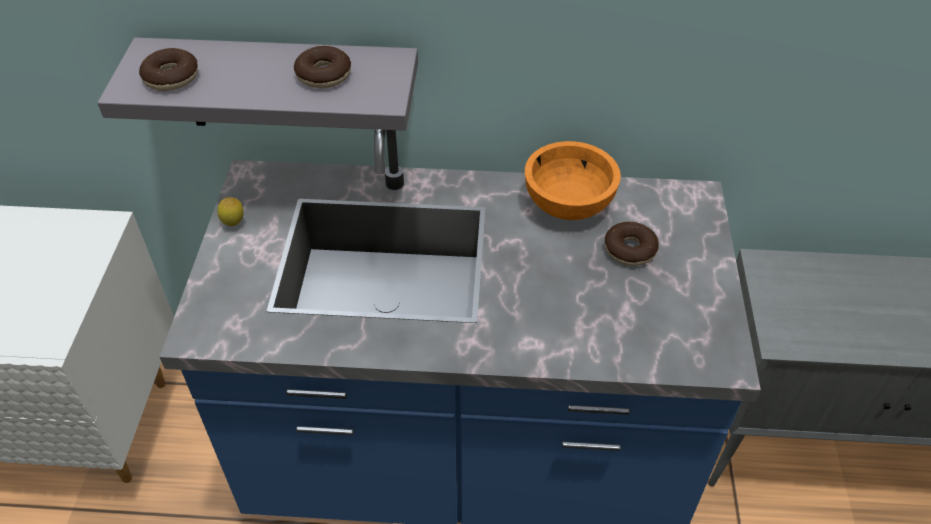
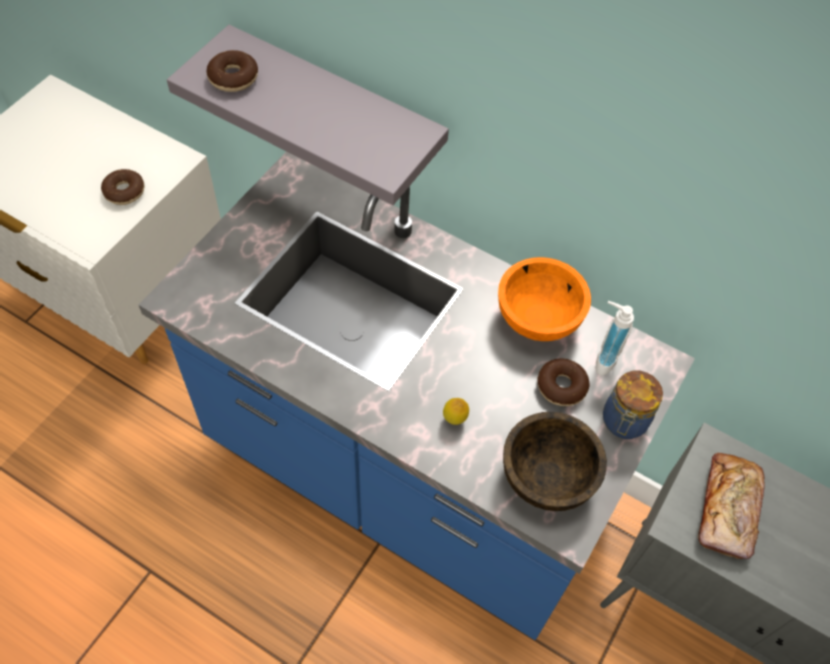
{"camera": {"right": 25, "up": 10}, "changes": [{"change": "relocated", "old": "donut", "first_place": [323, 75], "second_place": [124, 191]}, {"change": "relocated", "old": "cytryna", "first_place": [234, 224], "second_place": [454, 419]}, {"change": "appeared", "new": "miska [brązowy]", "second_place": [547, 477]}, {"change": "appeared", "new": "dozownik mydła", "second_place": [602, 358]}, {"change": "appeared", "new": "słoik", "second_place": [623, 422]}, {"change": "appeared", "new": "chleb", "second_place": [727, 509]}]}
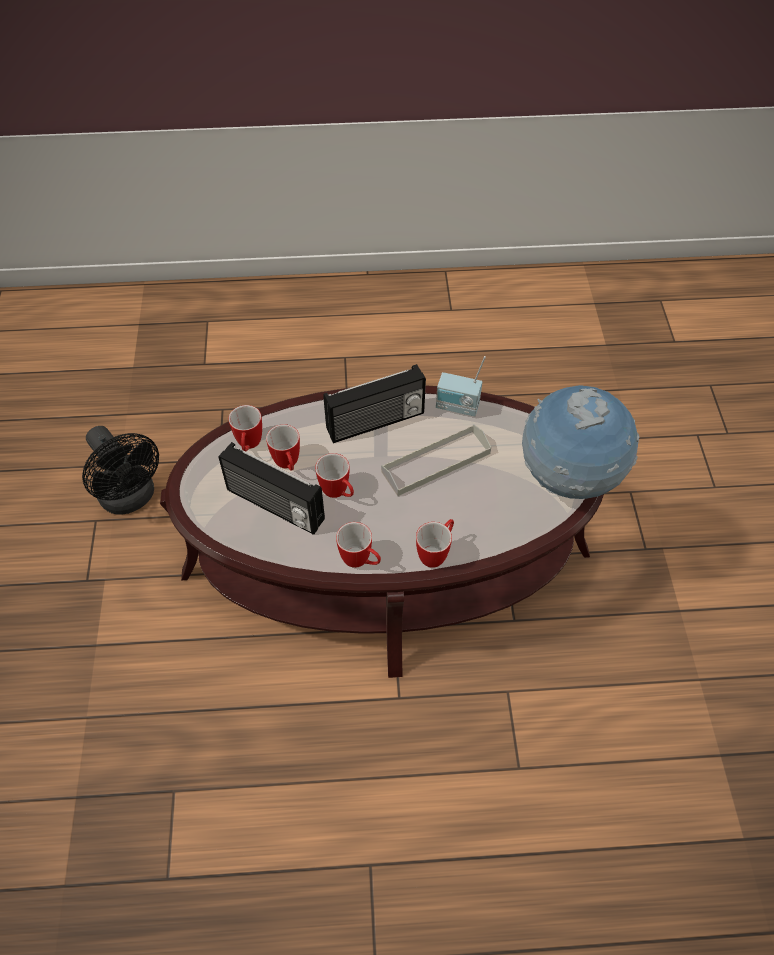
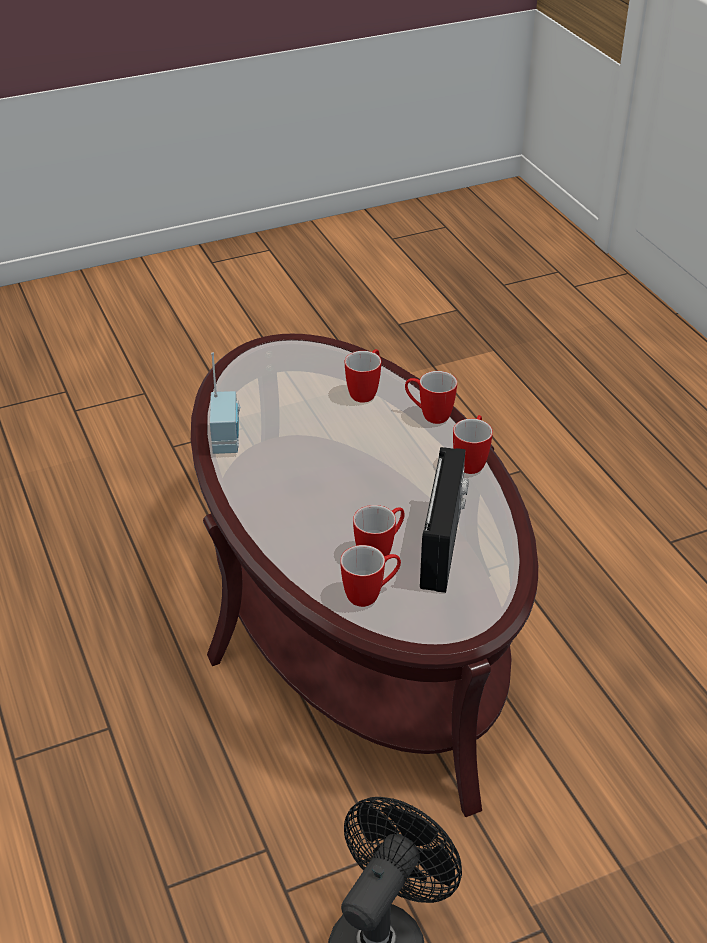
{"camera": {"right": -110, "up": -15}, "changes": [{"change": "relocated", "old": "kubek", "first_place": [338, 493], "second_place": [366, 391]}, {"change": "missing", "old": "radio", "first_place": [376, 423]}, {"change": "missing", "old": "taca [szary]", "first_place": [436, 462]}, {"change": "missing", "old": "globus", "first_place": [568, 478]}]}
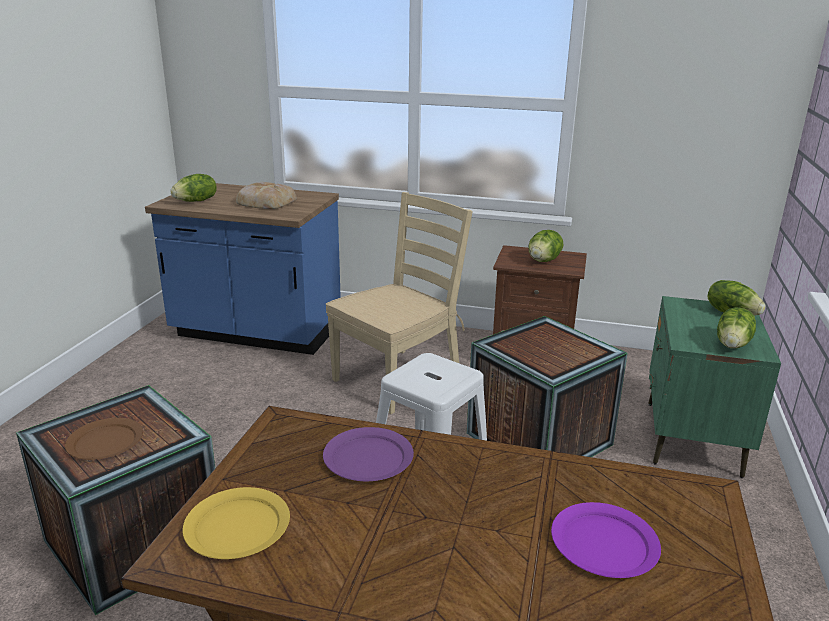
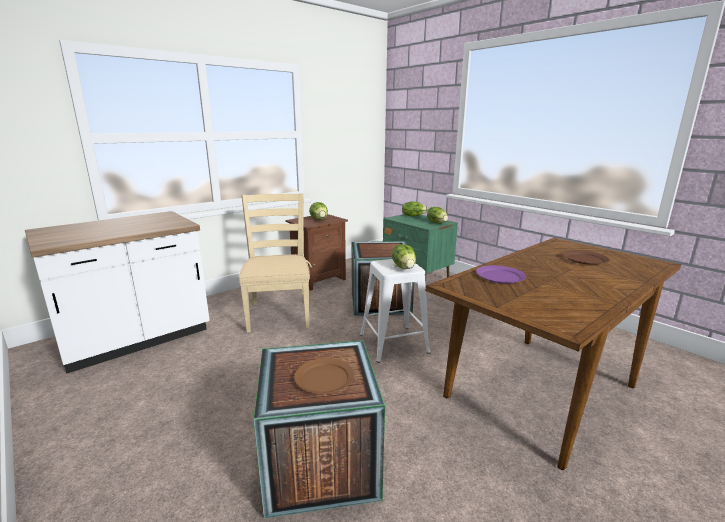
{"camera": {"right": -55, "up": -5}, "changes": [{"change": "colour", "old": "zabudowa kuchenna [niebieski]", "new": "zabudowa kuchenna [biały]", "first_place": [256, 333], "second_place": [137, 339]}, {"change": "relocated", "old": "sałata", "first_place": [196, 201], "second_place": [404, 267]}, {"change": "colour", "old": "talerz [fioletowy]", "new": "talerz [brązowy]", "first_place": [604, 544], "second_place": [585, 259]}, {"change": "missing", "old": "talerz [żółty]", "first_place": [237, 527]}, {"change": "missing", "old": "chleb", "first_place": [266, 202]}]}
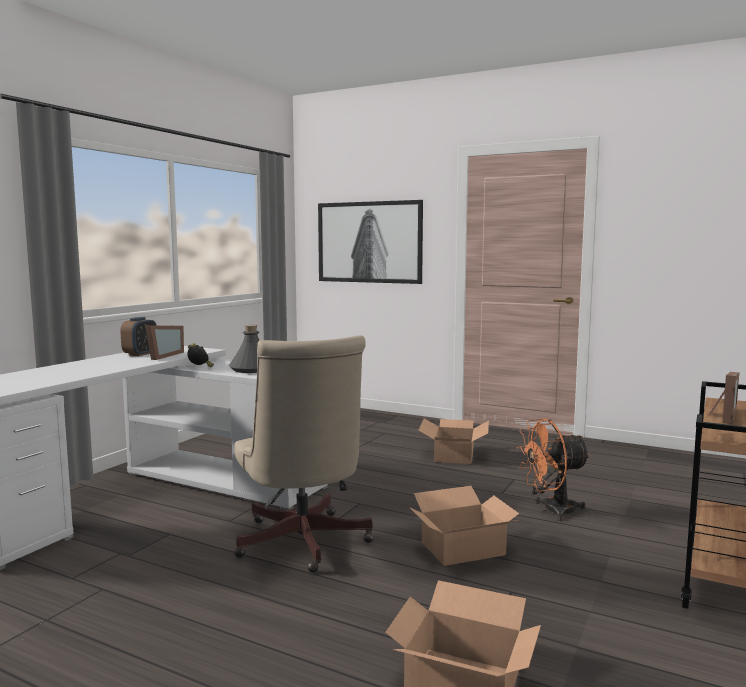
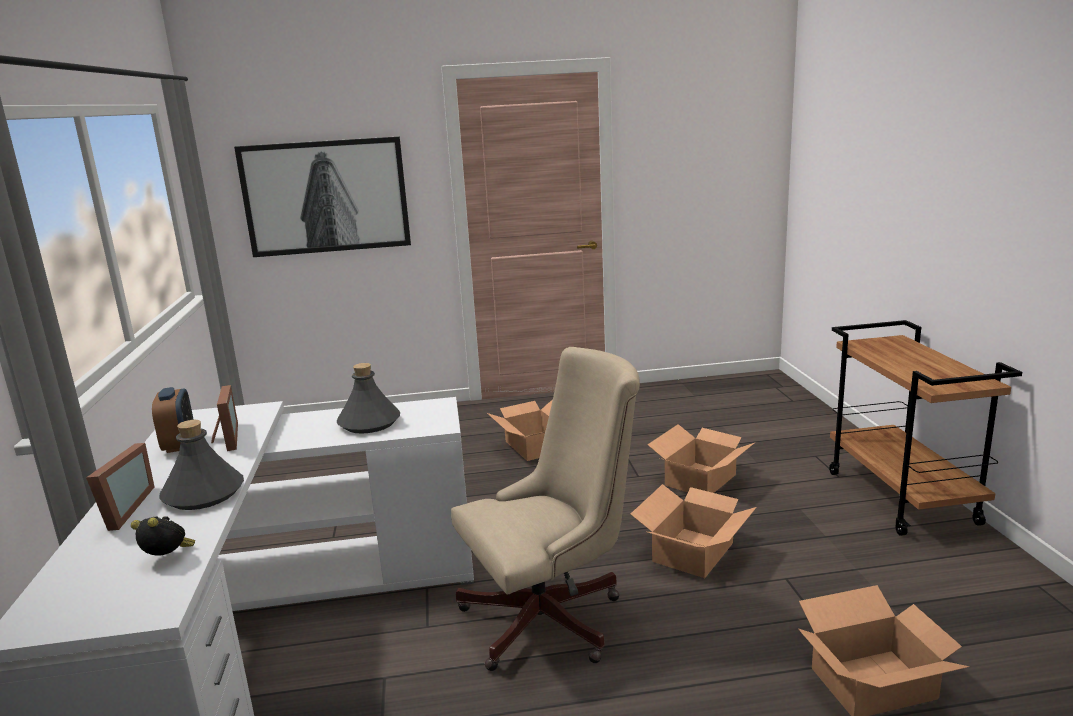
{"camera": {"right": -35, "up": 10}, "changes": [{"change": "relocated", "old": "ramka na zdjęcie", "first_place": [721, 415], "second_place": [120, 511]}, {"change": "relocated", "old": "budzik", "first_place": [200, 368], "second_place": [168, 558]}, {"change": "appeared", "new": "butelka [szary]", "second_place": [203, 494]}, {"change": "spun", "old": "krzesło biurowe [beżowy]", "first_place": [302, 545], "second_place": [553, 618], "degrees": -60}, {"change": "exchanged", "old": "wentylator [pomarańczowy]", "new": "karton", "first_place": [551, 510], "second_place": [701, 480]}]}
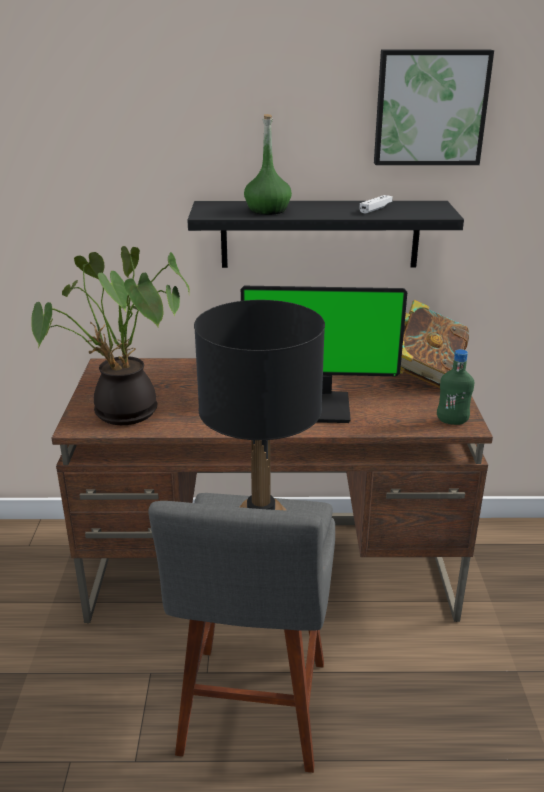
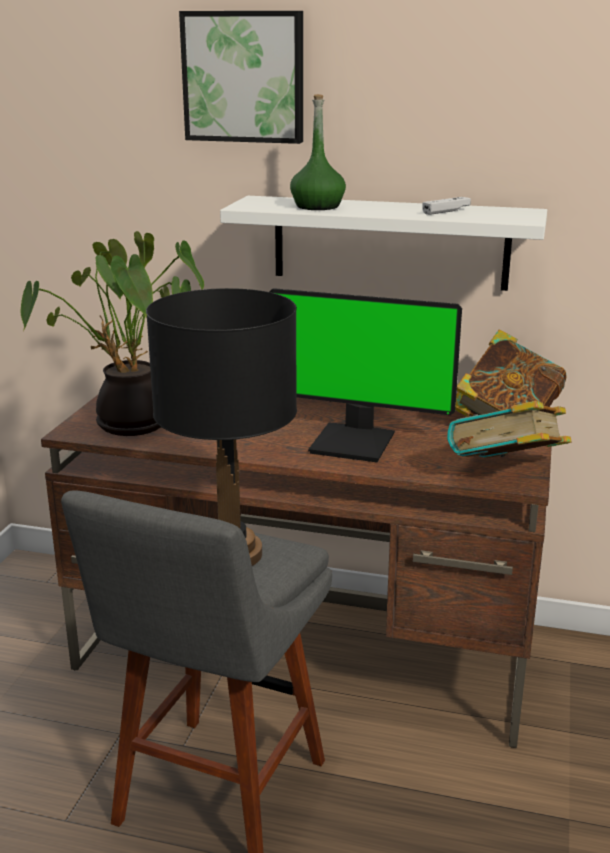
{"camera": {"right": 15, "up": -5}, "changes": [{"change": "relocated", "old": "obraz", "first_place": [430, 108], "second_place": [244, 77]}, {"change": "colour", "old": "półka [czarny]", "new": "półka [biały]", "first_place": [320, 234], "second_place": [390, 242]}, {"change": "exchanged", "old": "butelka [zielony]", "new": "książka", "first_place": [452, 421], "second_place": [506, 475]}]}
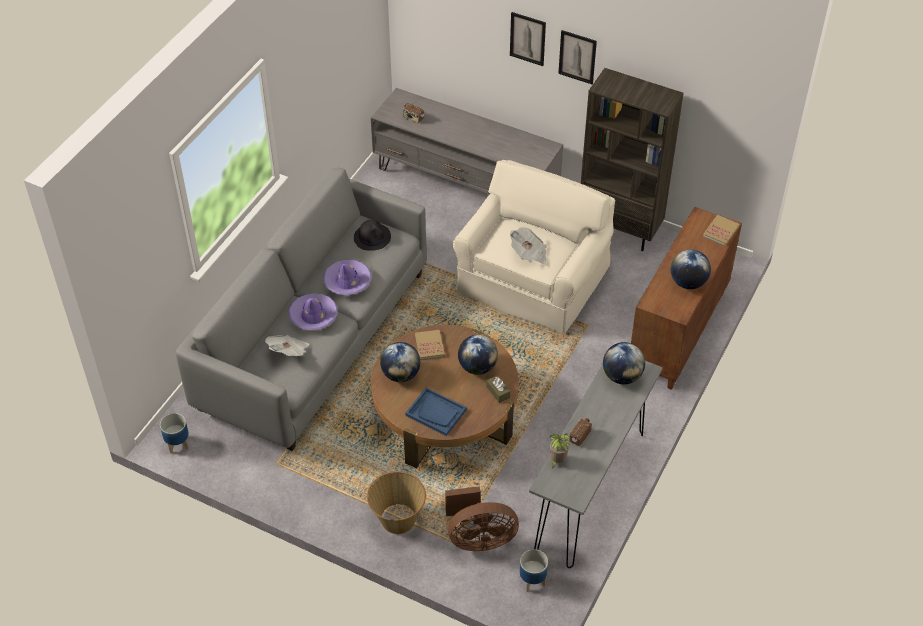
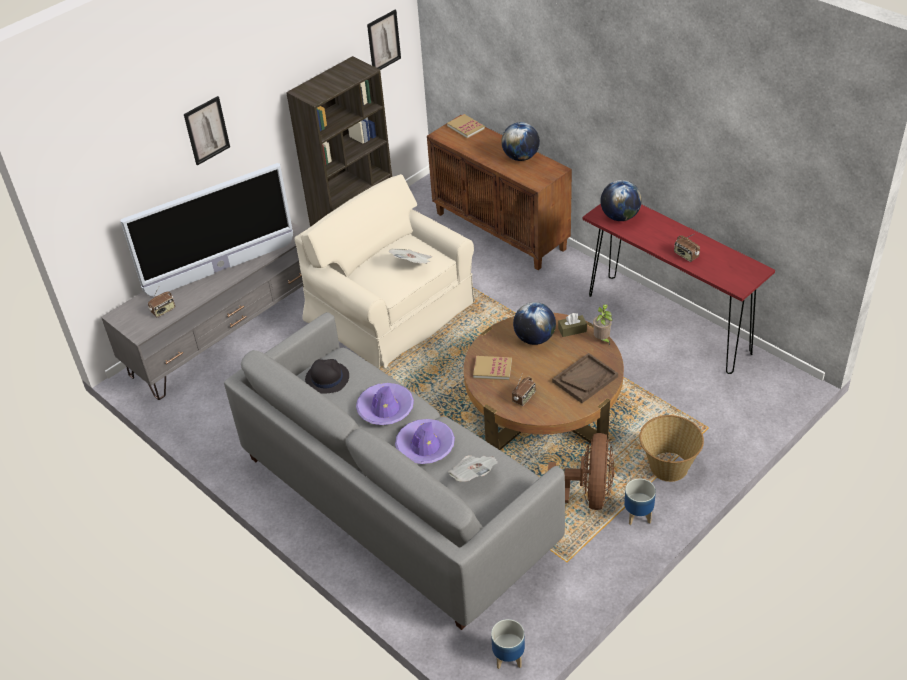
{"camera": {"right": -70, "up": -5}, "changes": [{"change": "appeared", "new": "telewizor", "second_place": [221, 269]}, {"change": "relocated", "old": "obraz", "first_place": [577, 57], "second_place": [383, 41]}, {"change": "exchanged", "old": "globus", "new": "radio", "first_place": [400, 374], "second_place": [524, 398]}, {"change": "relocated", "old": "wentylator [brązowy]", "first_place": [479, 538], "second_place": [586, 497]}, {"change": "colour", "old": "taca [niebieski]", "new": "taca [brązowy]", "first_place": [436, 412], "second_place": [585, 379]}, {"change": "colour", "old": "stolik konsolowy [szary]", "new": "stolik konsolowy [czerwony]", "first_place": [590, 491], "second_place": [668, 323]}, {"change": "relocated", "old": "roślina doniczkowa", "first_place": [557, 461], "second_place": [602, 340]}, {"change": "relocated", "old": "donica", "first_place": [532, 581], "second_place": [638, 516]}]}
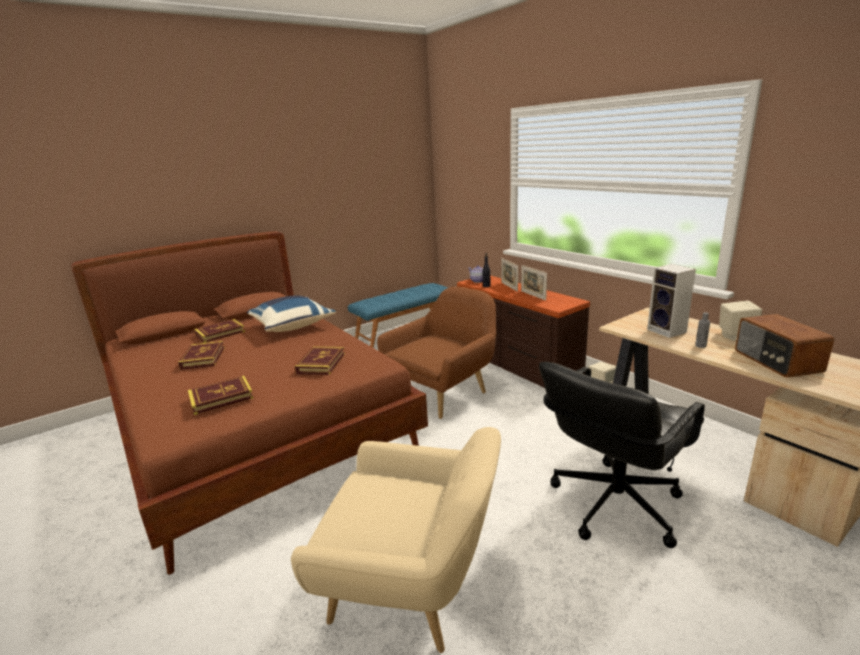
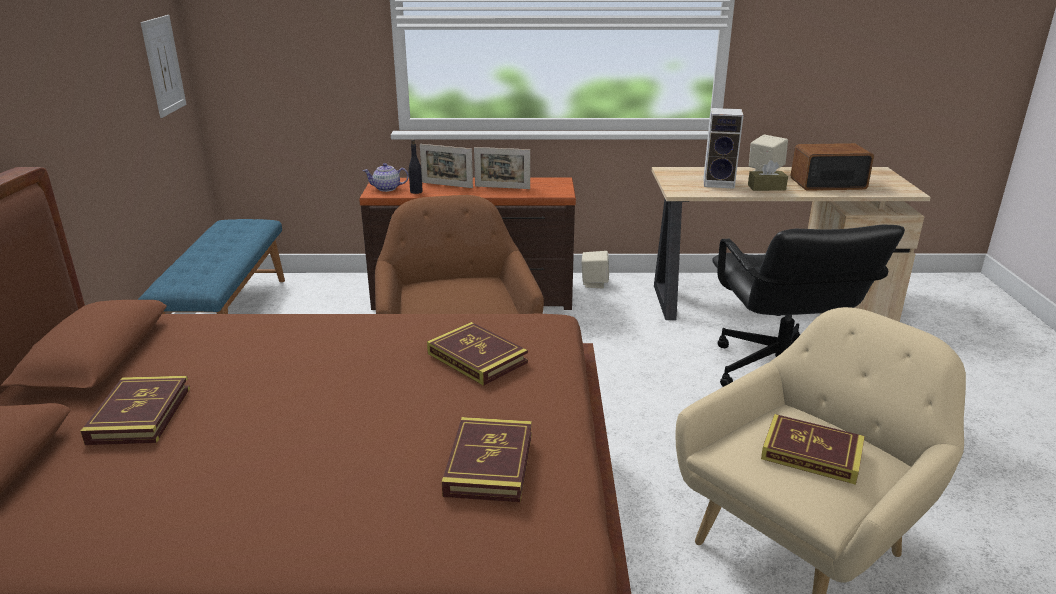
{"camera": {"right": -55, "up": 5}, "changes": [{"change": "appeared", "new": "obraz", "second_place": [163, 65]}, {"change": "exchanged", "old": "butelka [szary]", "new": "pudełko chusteczek [brązowy]", "first_place": [700, 346], "second_place": [766, 187]}, {"change": "relocated", "old": "książka", "first_place": [203, 358], "second_place": [811, 453]}, {"change": "spun", "old": "radio", "first_place": [776, 361], "second_place": [827, 183], "degrees": 150}, {"change": "missing", "old": "poduszka [niebieski]", "first_place": [292, 326]}]}
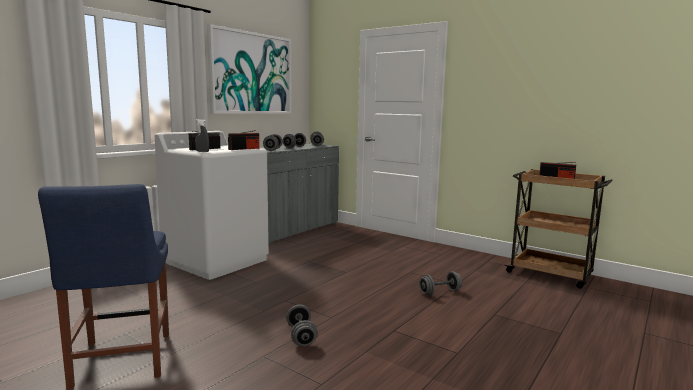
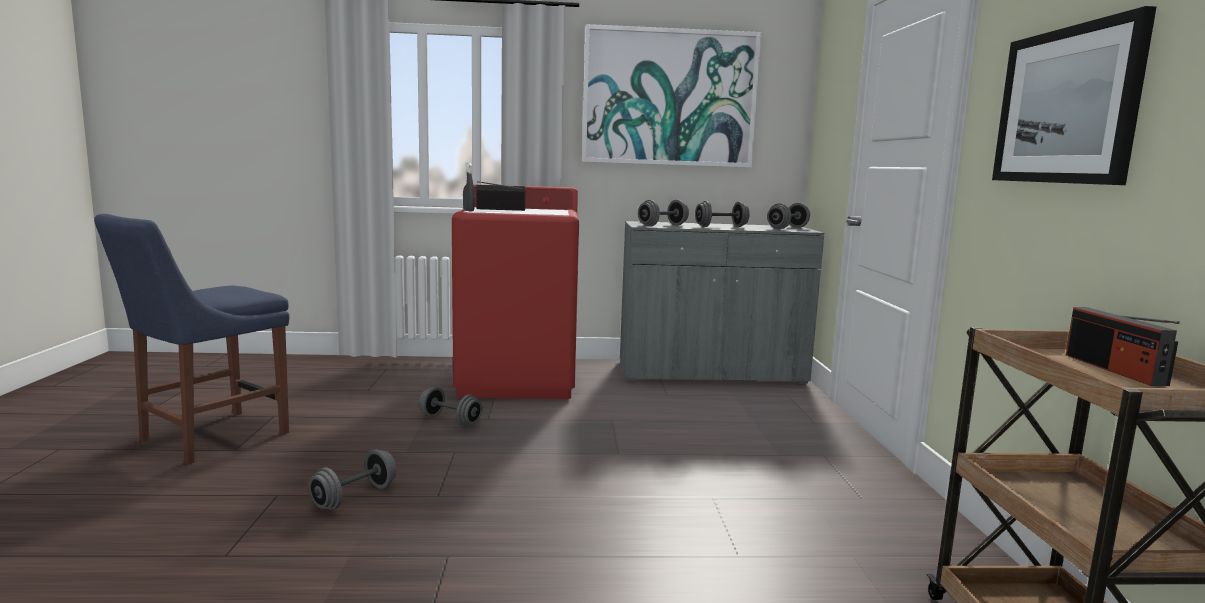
{"camera": {"right": 50, "up": 0}, "changes": [{"change": "relocated", "old": "hantel [szary]", "first_place": [440, 292], "second_place": [450, 420]}, {"change": "colour", "old": "pralka [biały]", "new": "pralka [czerwony]", "first_place": [217, 261], "second_place": [518, 380]}, {"change": "appeared", "new": "obraz", "second_place": [1066, 106]}, {"change": "missing", "old": "radio", "first_place": [244, 149]}]}
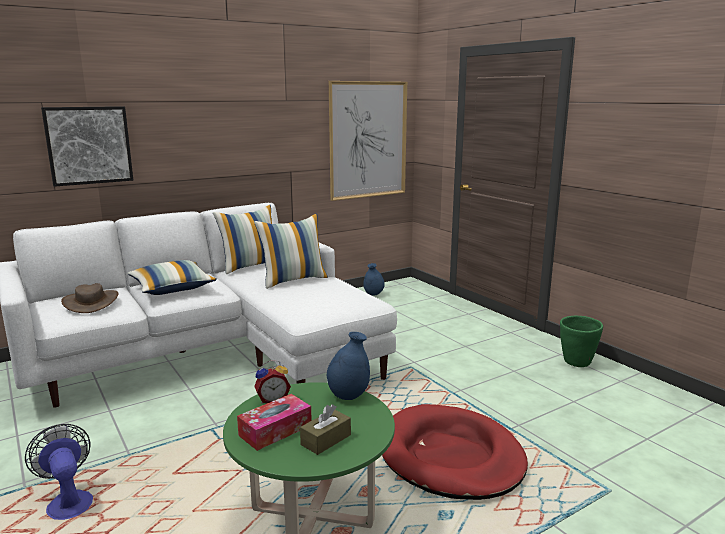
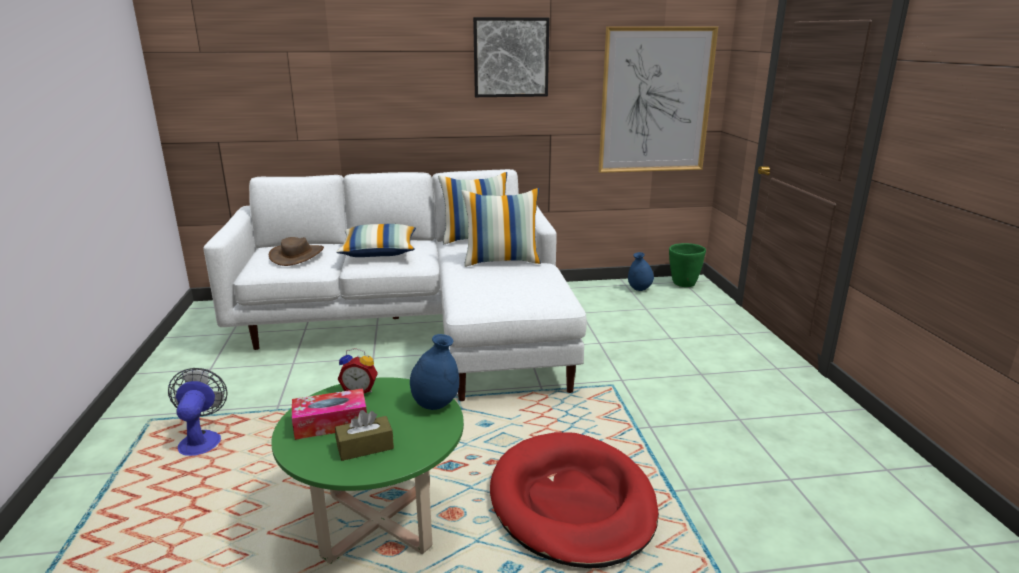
{"camera": {"right": 25, "up": 5}, "changes": [{"change": "relocated", "old": "obraz", "first_place": [89, 145], "second_place": [511, 57]}, {"change": "relocated", "old": "donica [zielony]", "first_place": [576, 363], "second_place": [683, 284]}]}
